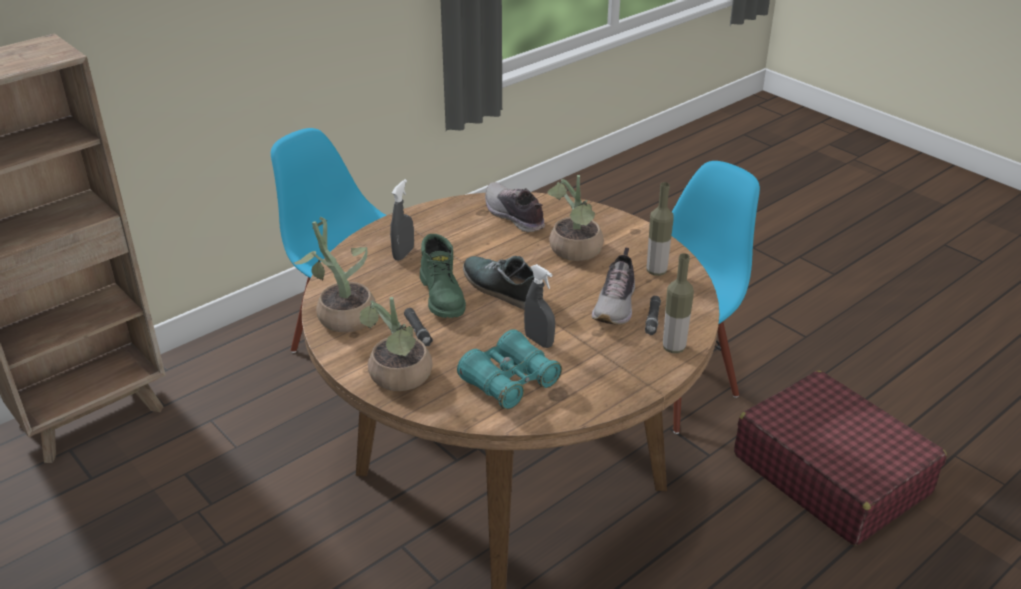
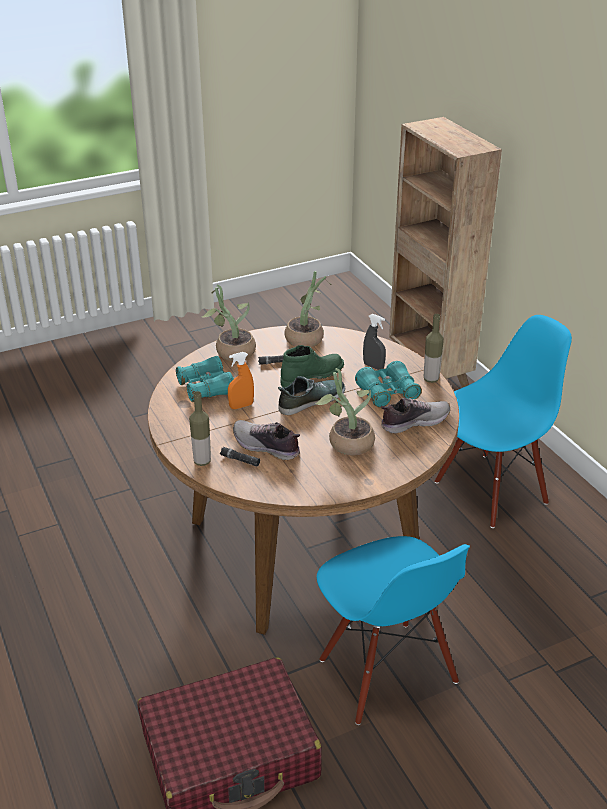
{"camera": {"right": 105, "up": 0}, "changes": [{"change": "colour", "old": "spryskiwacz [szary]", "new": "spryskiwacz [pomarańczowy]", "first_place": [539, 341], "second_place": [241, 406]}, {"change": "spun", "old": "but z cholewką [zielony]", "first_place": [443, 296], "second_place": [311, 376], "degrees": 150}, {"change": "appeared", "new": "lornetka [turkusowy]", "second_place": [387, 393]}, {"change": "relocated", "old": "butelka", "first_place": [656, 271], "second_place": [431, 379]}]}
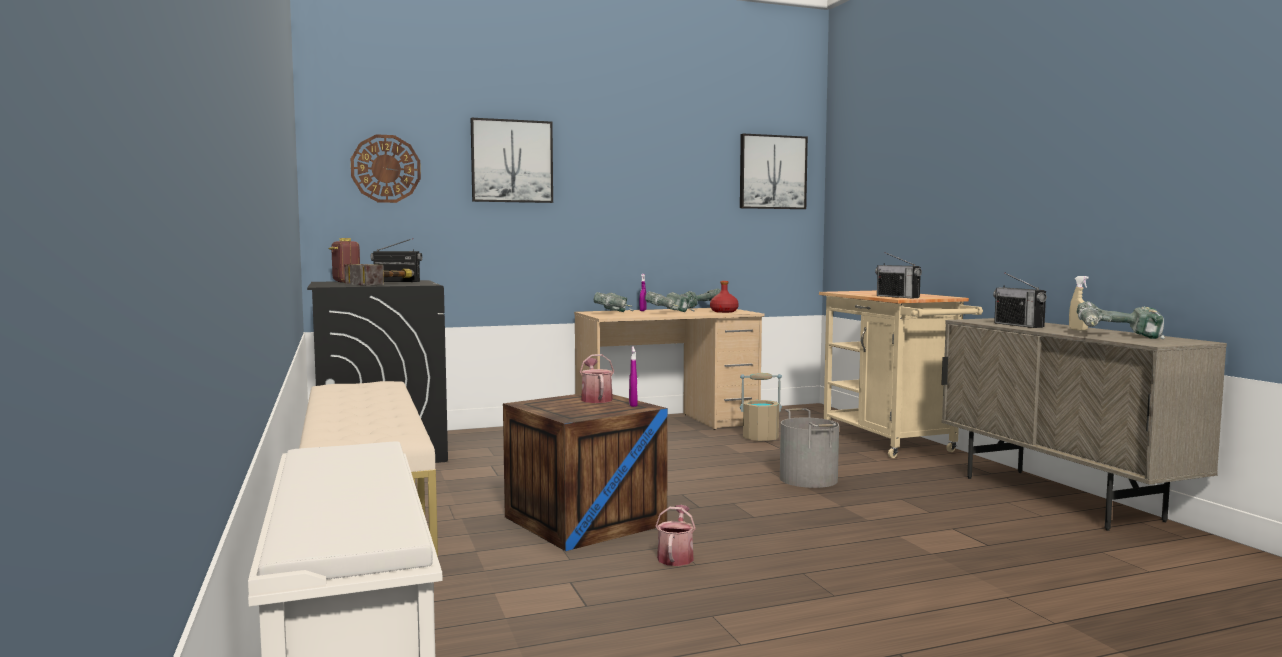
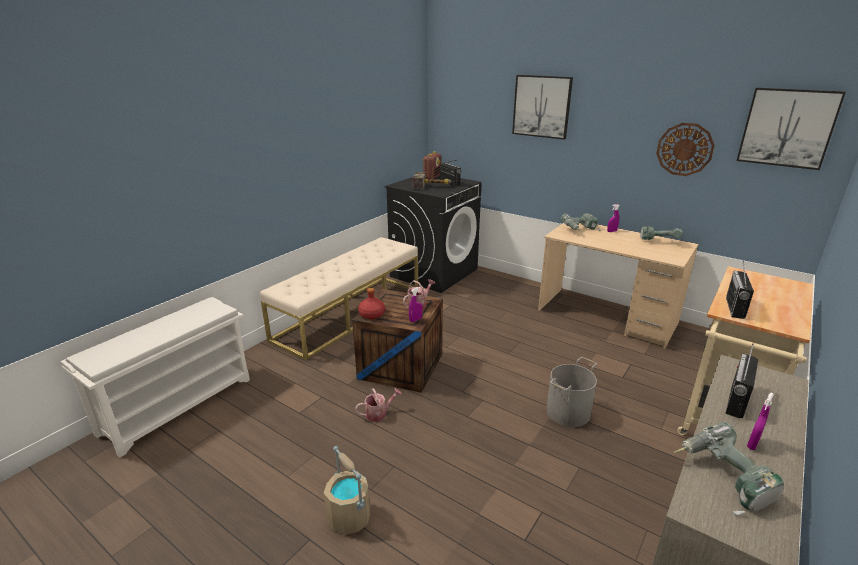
{"camera": {"right": 55, "up": 20}, "changes": [{"change": "relocated", "old": "wiadro [beżowy]", "first_place": [760, 438], "second_place": [349, 517]}, {"change": "relocated", "old": "butelka [czerwony]", "first_place": [724, 311], "second_place": [371, 314]}, {"change": "relocated", "old": "zegar ścienny", "first_place": [386, 168], "second_place": [684, 149]}, {"change": "colour", "old": "spryskiwacz [beżowy]", "new": "spryskiwacz [fioletowy]", "first_place": [1078, 330], "second_place": [752, 444]}, {"change": "missing", "old": "wiertarka", "first_place": [671, 313]}]}
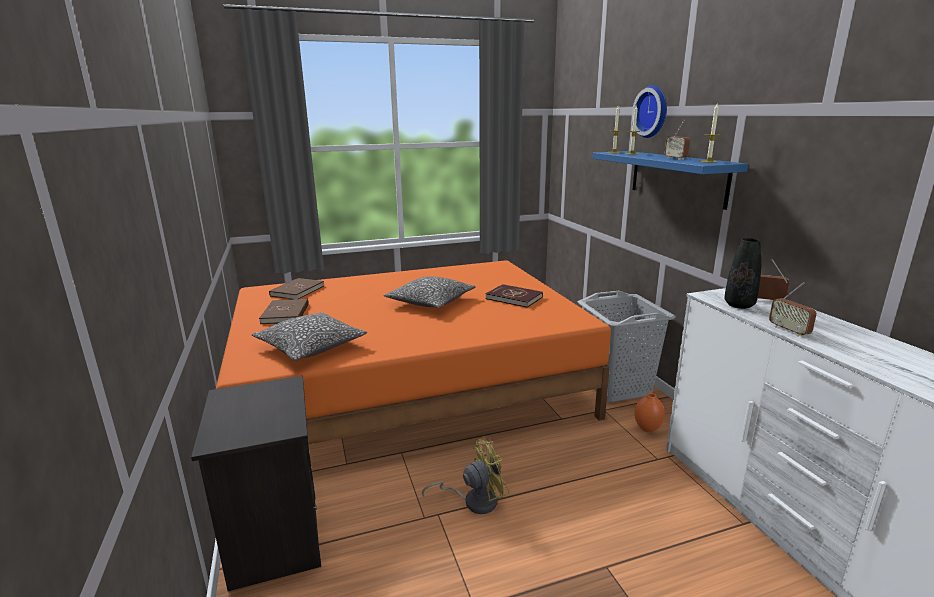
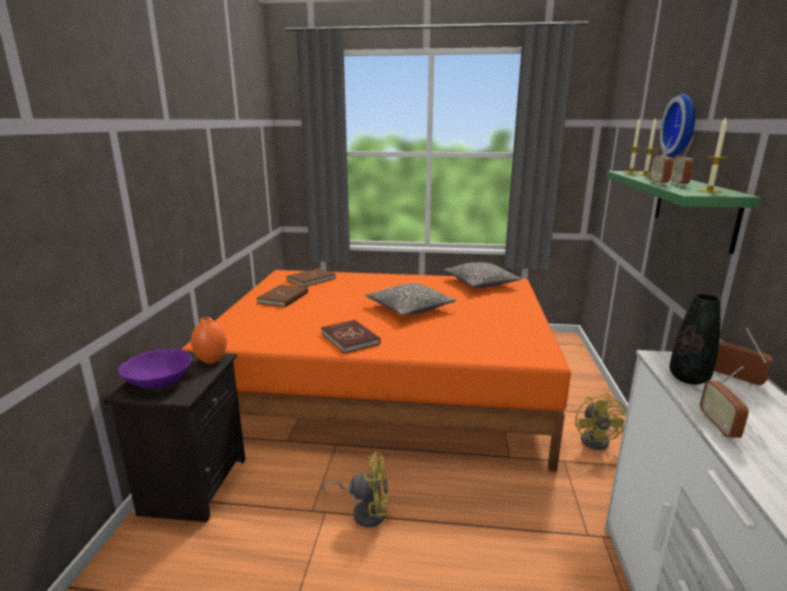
{"camera": {"right": 25, "up": 0}, "changes": [{"change": "appeared", "new": "miska [fioletowy]", "second_place": [159, 382]}, {"change": "relocated", "old": "wazon [pomarańczowy]", "first_place": [647, 429], "second_place": [212, 360]}, {"change": "relocated", "old": "książka [czerwony]", "first_place": [514, 298], "second_place": [350, 338]}, {"change": "relocated", "old": "poduszka", "first_place": [311, 346], "second_place": [481, 283]}, {"change": "exchanged", "old": "kosz na pranie [szary]", "new": "wentylator [żółty]", "first_place": [617, 387], "second_place": [598, 440]}, {"change": "colour", "old": "półka [niebieski]", "new": "półka [zielony]", "first_place": [677, 177], "second_place": [693, 207]}, {"change": "appeared", "new": "radio", "second_place": [658, 183]}]}
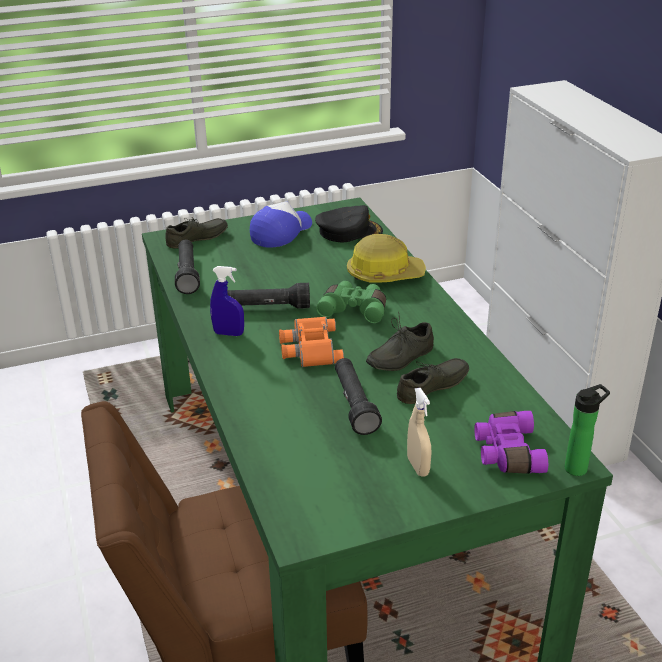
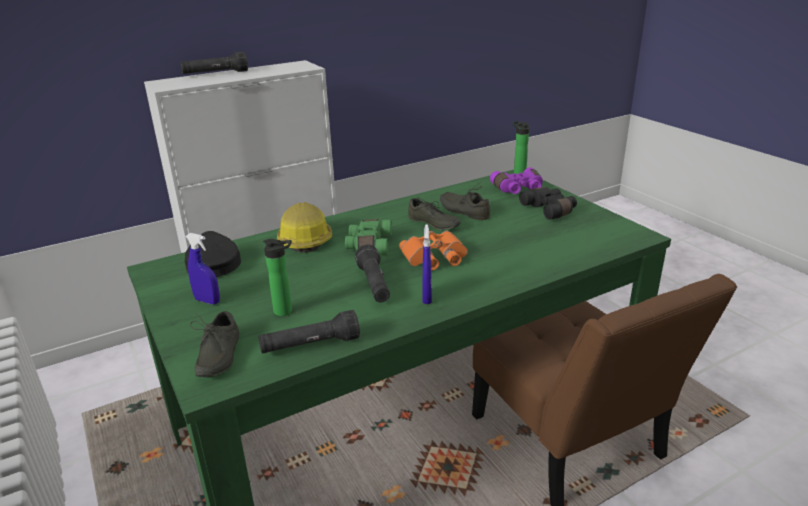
{"camera": {"right": -100, "up": -5}, "changes": [{"change": "relocated", "old": "latarka [czarny]", "first_place": [354, 404], "second_place": [215, 74]}, {"change": "exchanged", "old": "czapka z daszkiem", "new": "spryskiwacz [niebieski]", "first_place": [281, 232], "second_place": [207, 301]}, {"change": "spun", "old": "but [szary]", "first_place": [198, 239], "second_place": [216, 356], "degrees": -135}, {"change": "appeared", "new": "butelka", "second_place": [286, 311]}, {"change": "exchanged", "old": "spryskiwacz [beżowy]", "new": "lornetka [czarny]", "first_place": [418, 467], "second_place": [550, 210]}]}
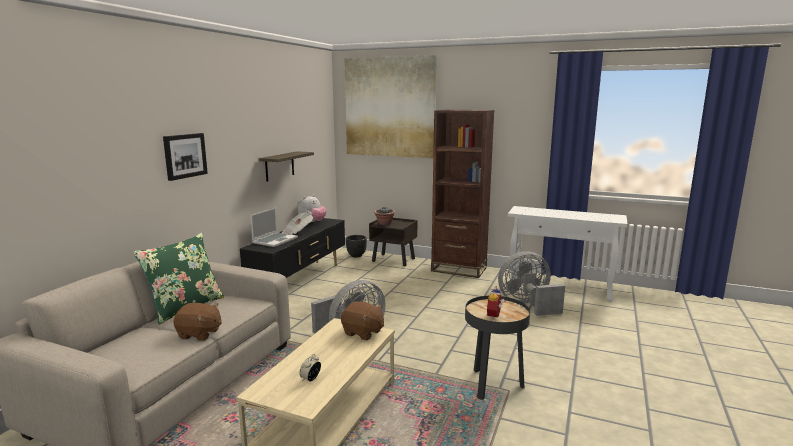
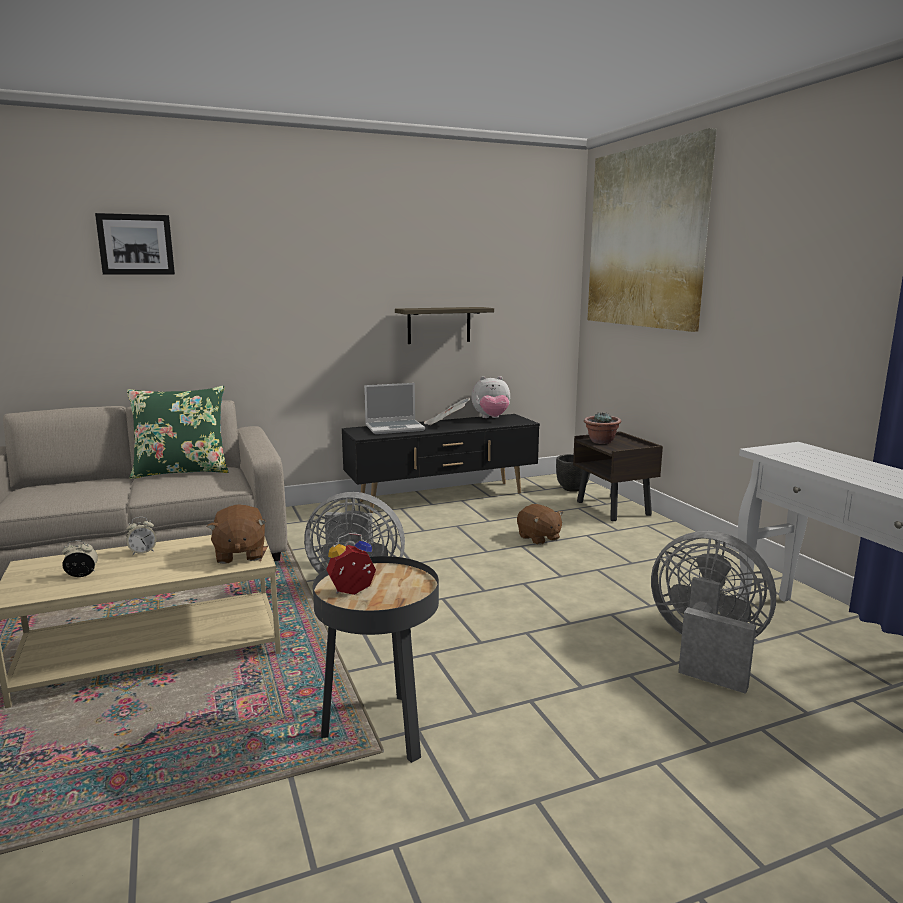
{"camera": {"right": 45, "up": 0}, "changes": [{"change": "relocated", "old": "obraz", "first_place": [185, 156], "second_place": [136, 244]}, {"change": "appeared", "new": "budzik", "second_place": [142, 552]}, {"change": "relocated", "old": "pluszak [brązowy]", "first_place": [199, 334], "second_place": [538, 538]}, {"change": "missing", "old": "regał [brązowy]", "first_place": [459, 269]}]}
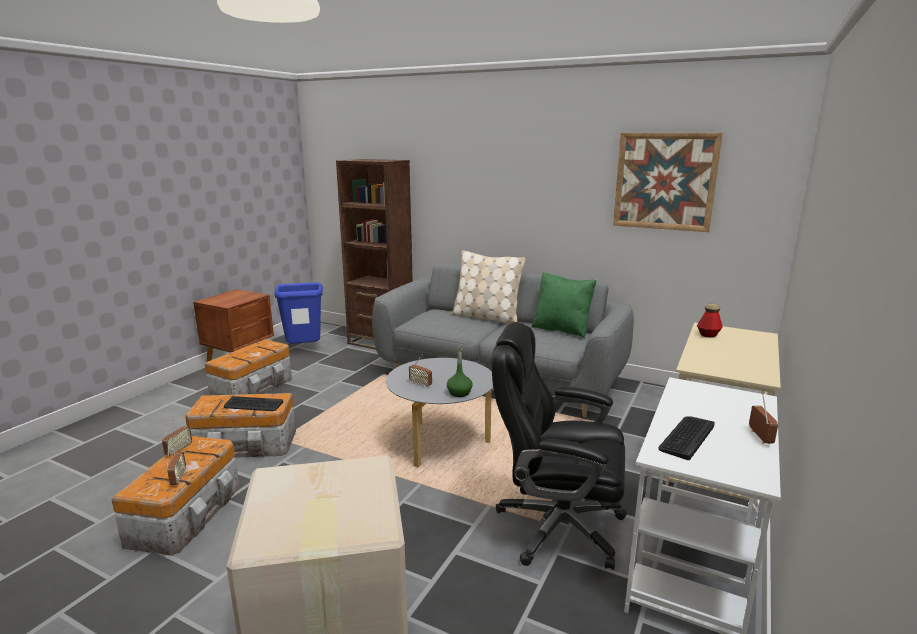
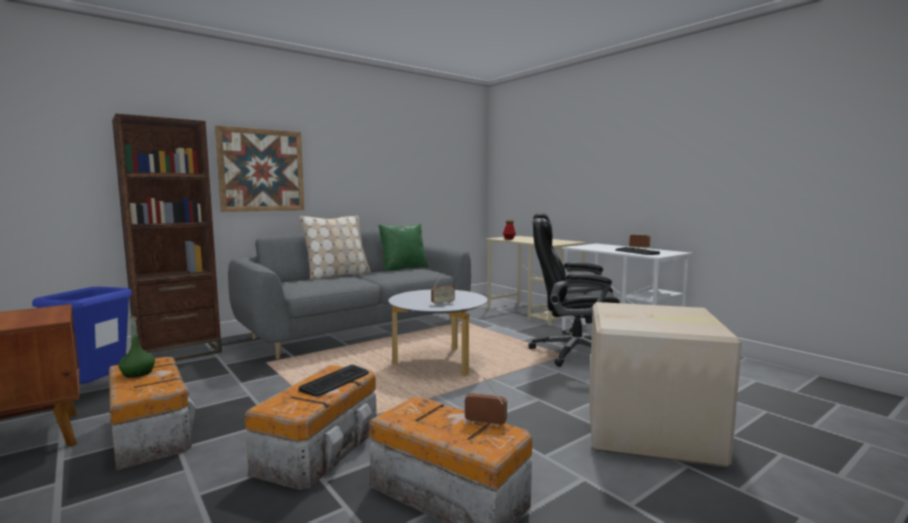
{"camera": {"right": -65, "up": -10}, "changes": [{"change": "relocated", "old": "butelka [zielony]", "first_place": [459, 393], "second_place": [137, 373]}, {"change": "relocated", "old": "obraz", "first_place": [664, 181], "second_place": [261, 170]}, {"change": "spun", "old": "krzesło biurowe [czarny]", "first_place": [557, 526], "second_place": [572, 353], "degrees": 60}, {"change": "missing", "old": "radio", "first_place": [179, 450]}]}
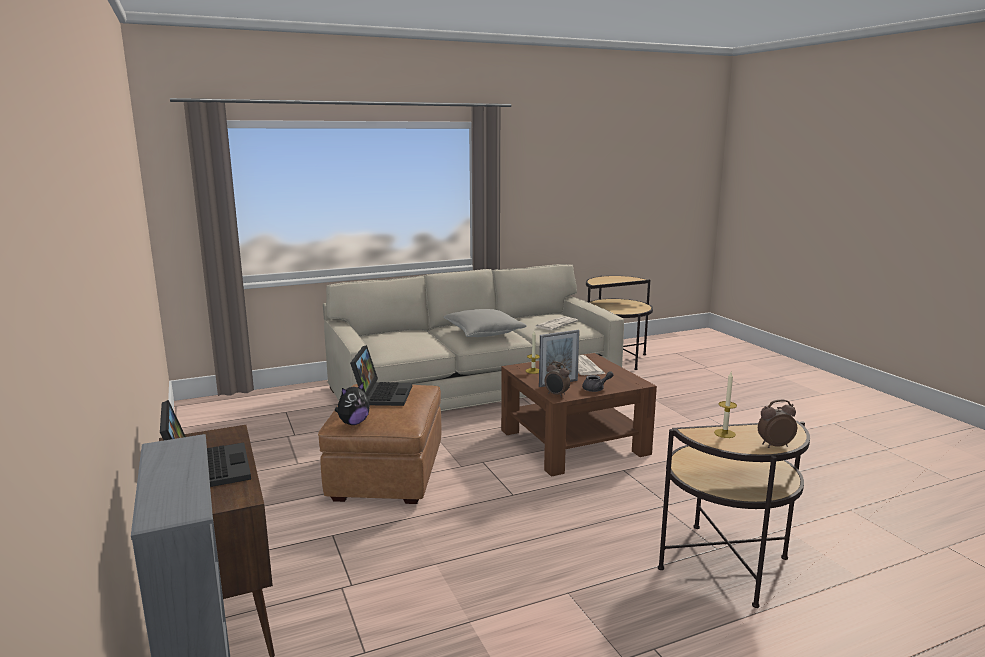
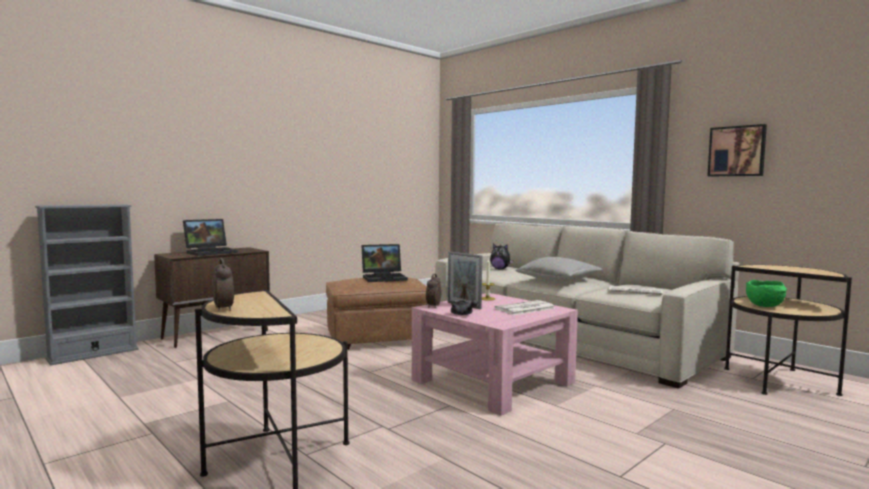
{"camera": {"right": 70, "up": -10}, "changes": [{"change": "colour", "old": "ława [brązowy]", "new": "ława [różowy]", "first_place": [573, 442], "second_place": [493, 381]}, {"change": "relocated", "old": "pluszak", "first_place": [353, 423], "second_place": [500, 269]}, {"change": "appeared", "new": "obraz", "second_place": [737, 151]}, {"change": "appeared", "new": "miska [zielony]", "second_place": [765, 306]}, {"change": "missing", "old": "świeca", "first_place": [724, 433]}]}
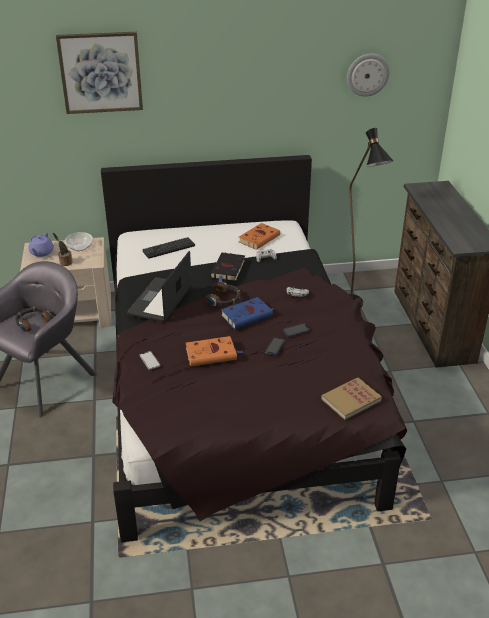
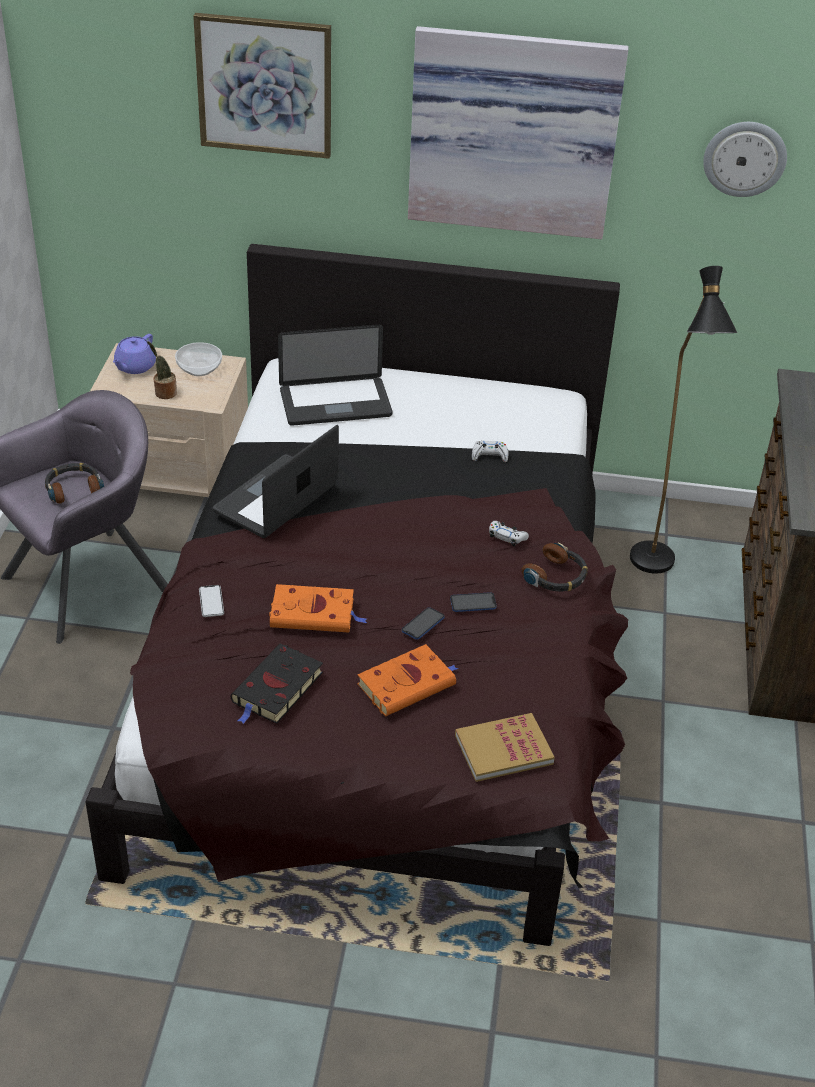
{"camera": {"right": 15, "up": 5}, "changes": [{"change": "relocated", "old": "książka [czarny]", "first_place": [228, 270], "second_place": [276, 689]}, {"change": "exchanged", "old": "klawiatura", "new": "laptop", "first_place": [168, 248], "second_place": [335, 403]}, {"change": "relocated", "old": "książka [pomarańczowy]", "first_place": [259, 238], "second_place": [408, 684]}, {"change": "appeared", "new": "obraz", "second_place": [513, 131]}, {"change": "relocated", "old": "słuchawki", "first_place": [224, 299], "second_place": [556, 576]}, {"change": "missing", "old": "książka [niebieski]", "first_place": [248, 315]}]}
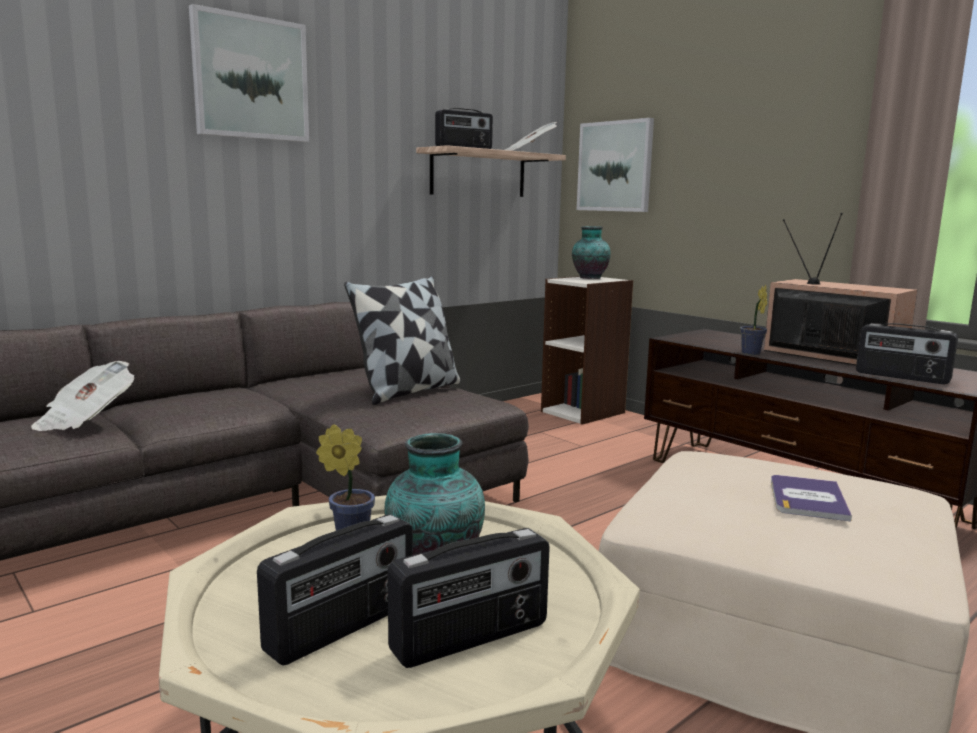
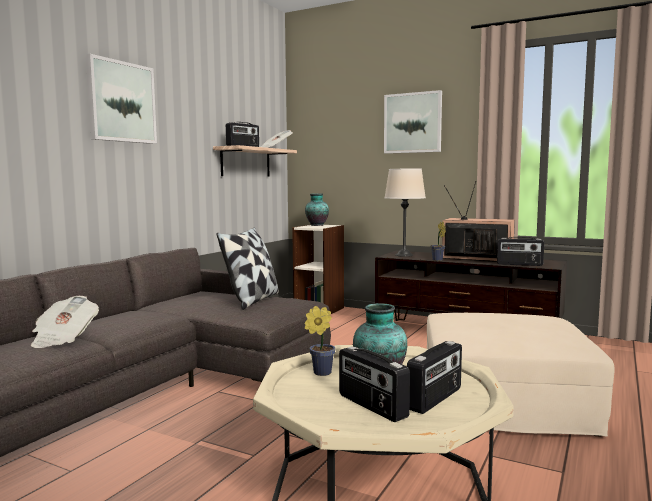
{"camera": {"right": -20, "up": -5}, "changes": [{"change": "spun", "old": "radio", "first_place": [343, 628], "second_place": [371, 406], "degrees": 120}, {"change": "relocated", "old": "obraz", "first_place": [615, 166], "second_place": [412, 123]}, {"change": "appeared", "new": "lampa stołowa [beżowy]", "second_place": [404, 255]}, {"change": "missing", "old": "książka", "first_place": [807, 499]}]}
